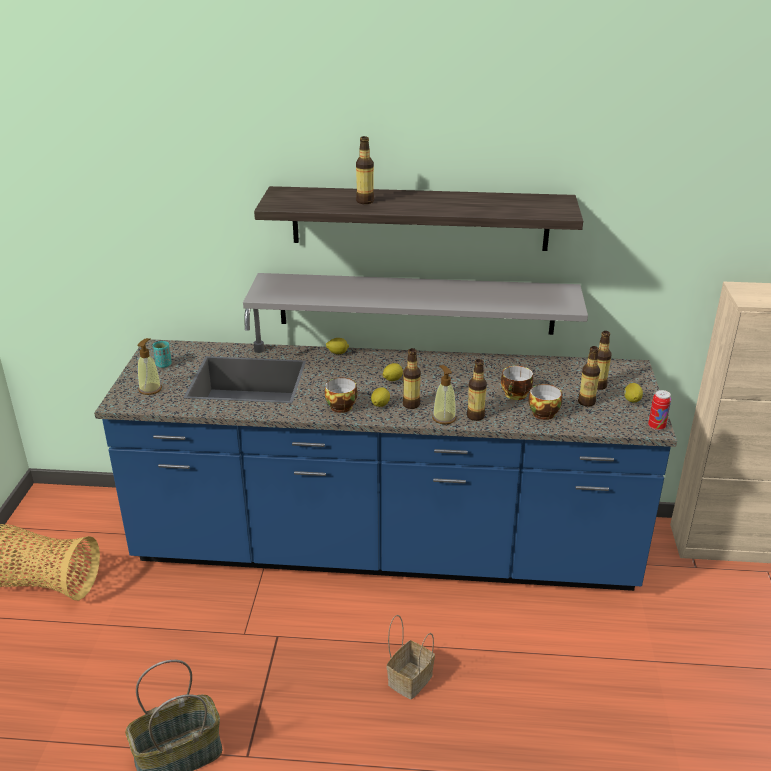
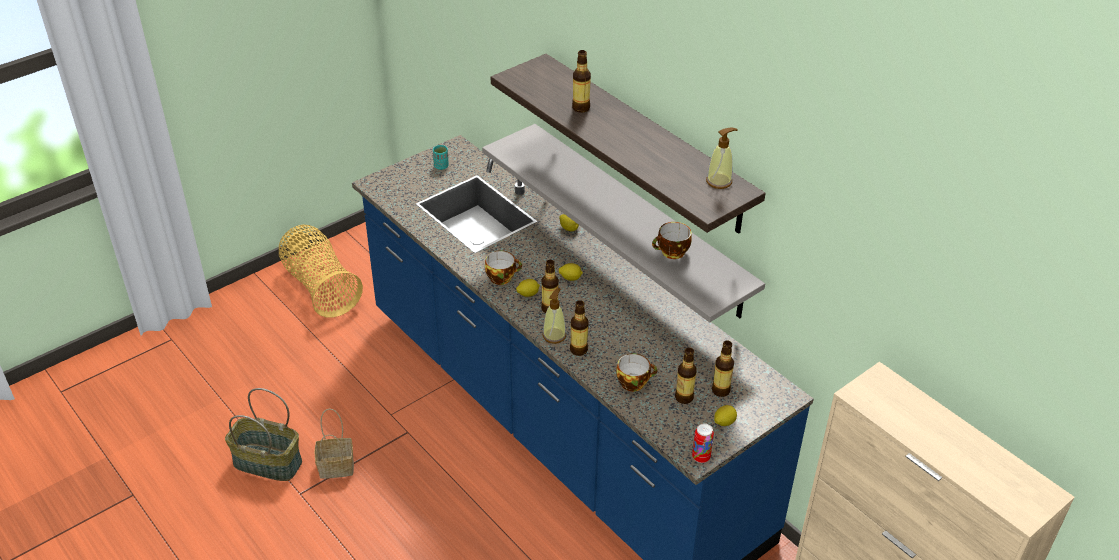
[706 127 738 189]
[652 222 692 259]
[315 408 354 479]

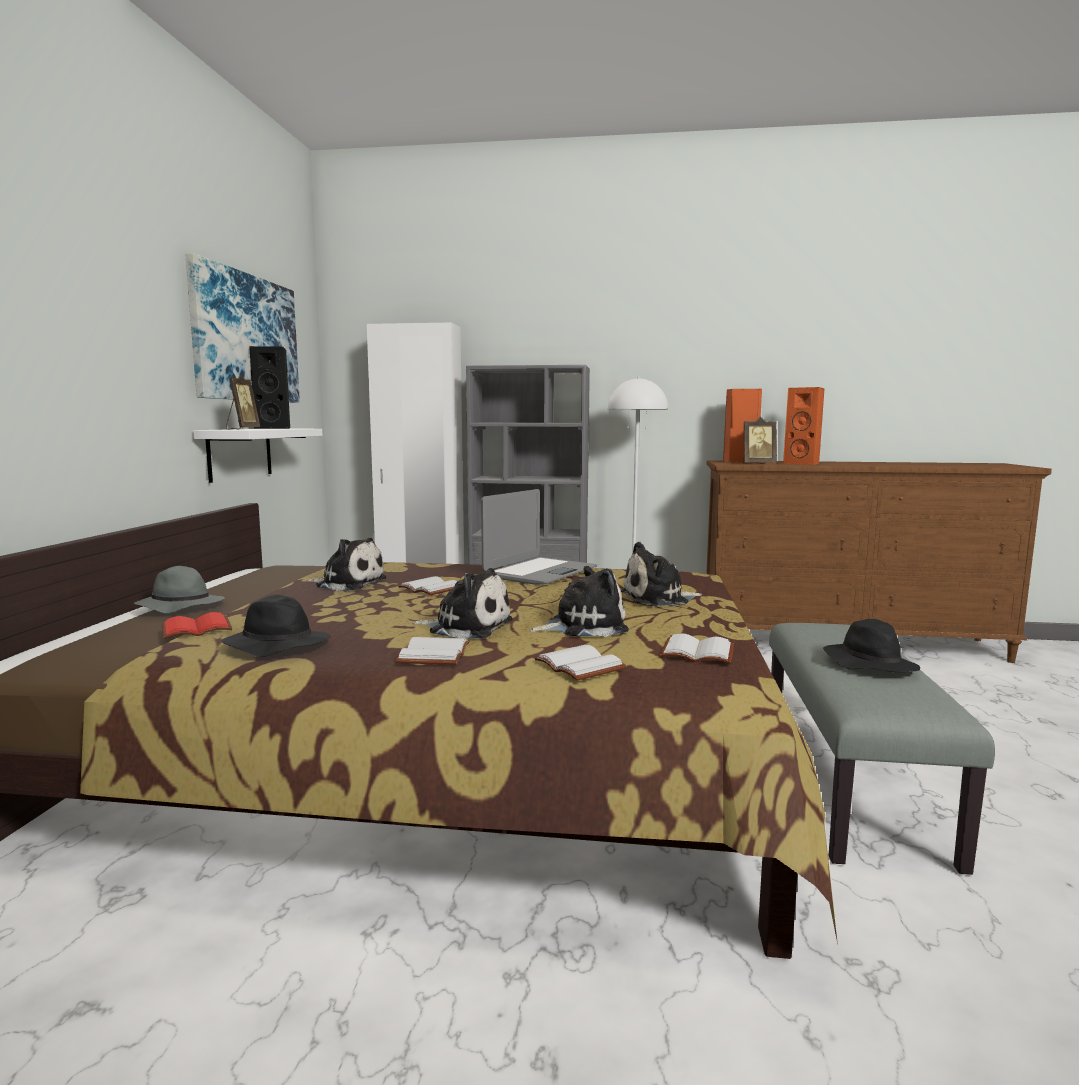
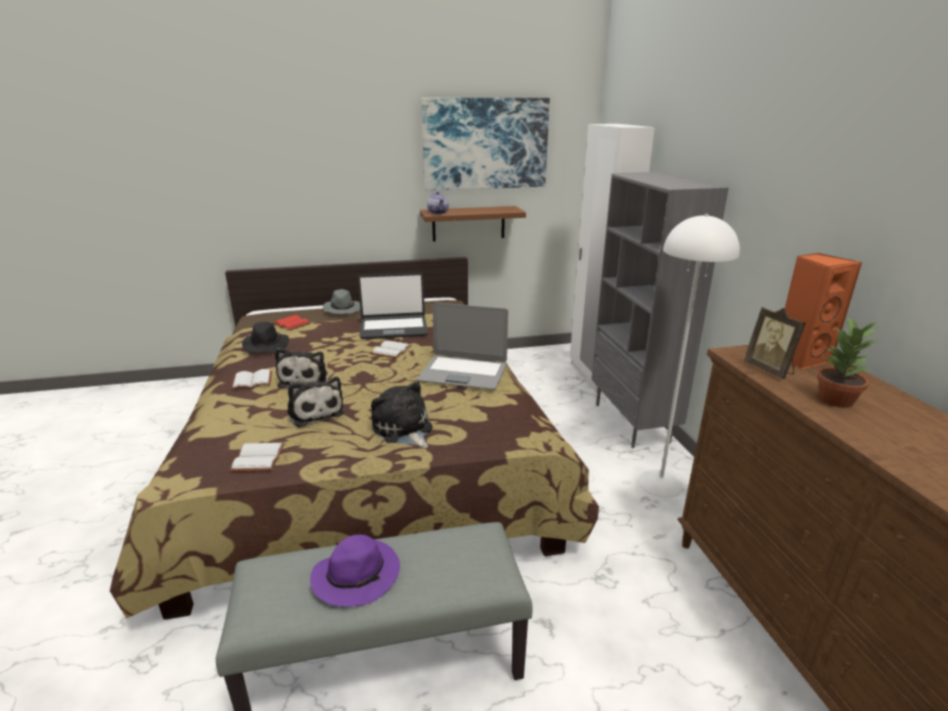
[249 346 290 429] (first image)
[427 191 449 214]
[817 317 879 408]
[420 206 526 241]
[358 273 428 339]
[310 535 400 607]
[535 645 627 681] (first image)

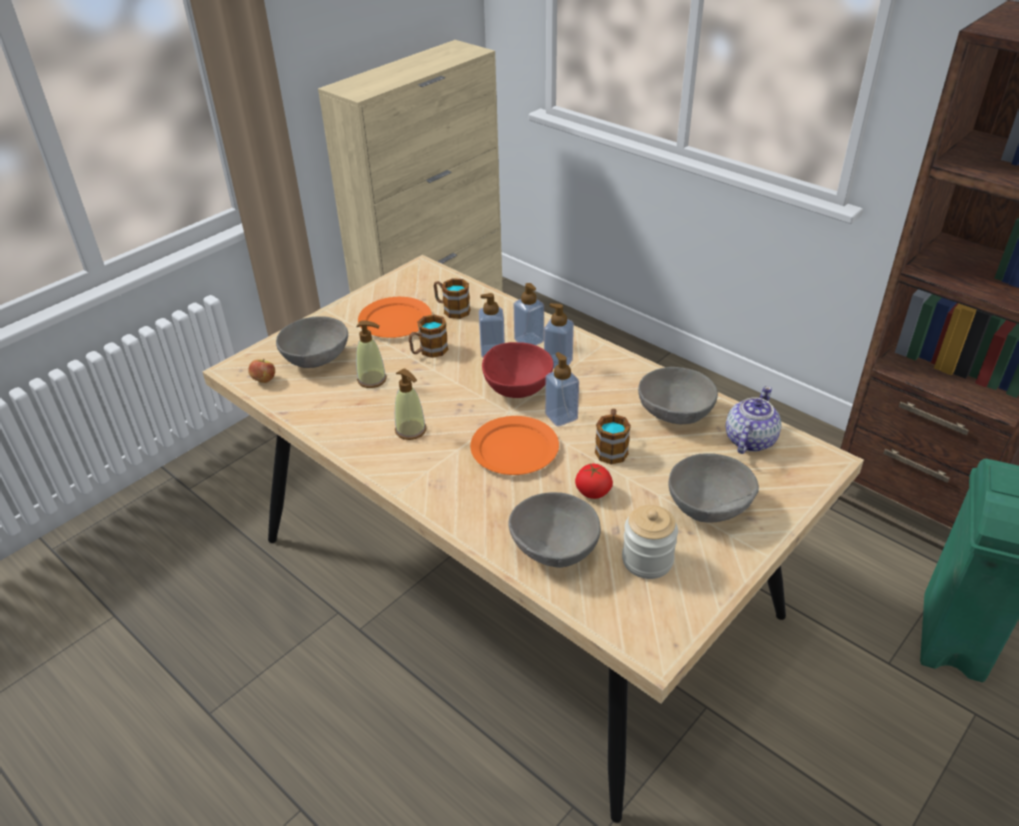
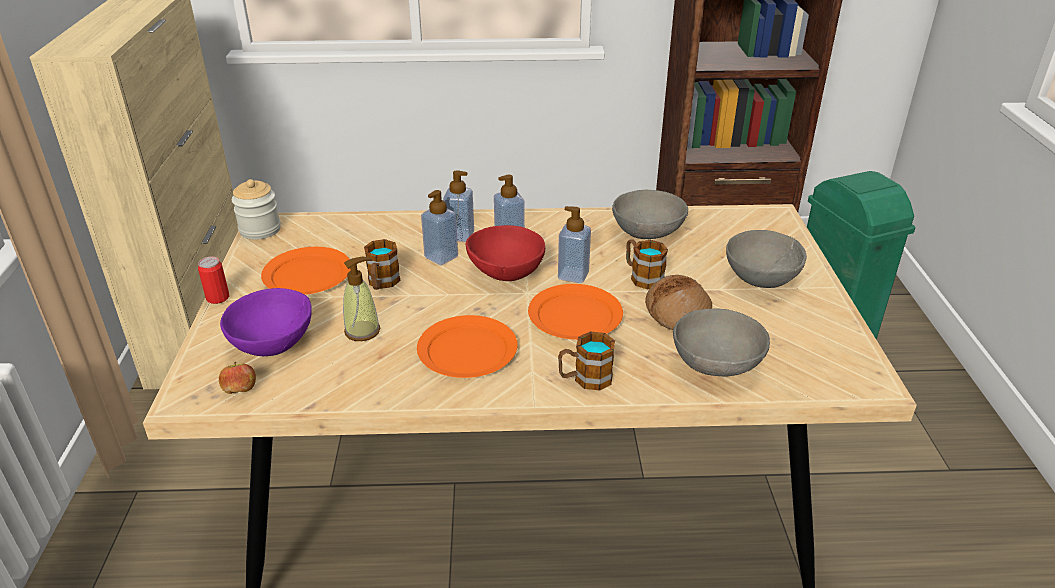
[558 332 615 391]
[220 288 312 356]
[417 315 518 378]
[726 386 782 454] (first image)
[645 275 712 330]
[232 179 281 240]
[198 256 229 304]

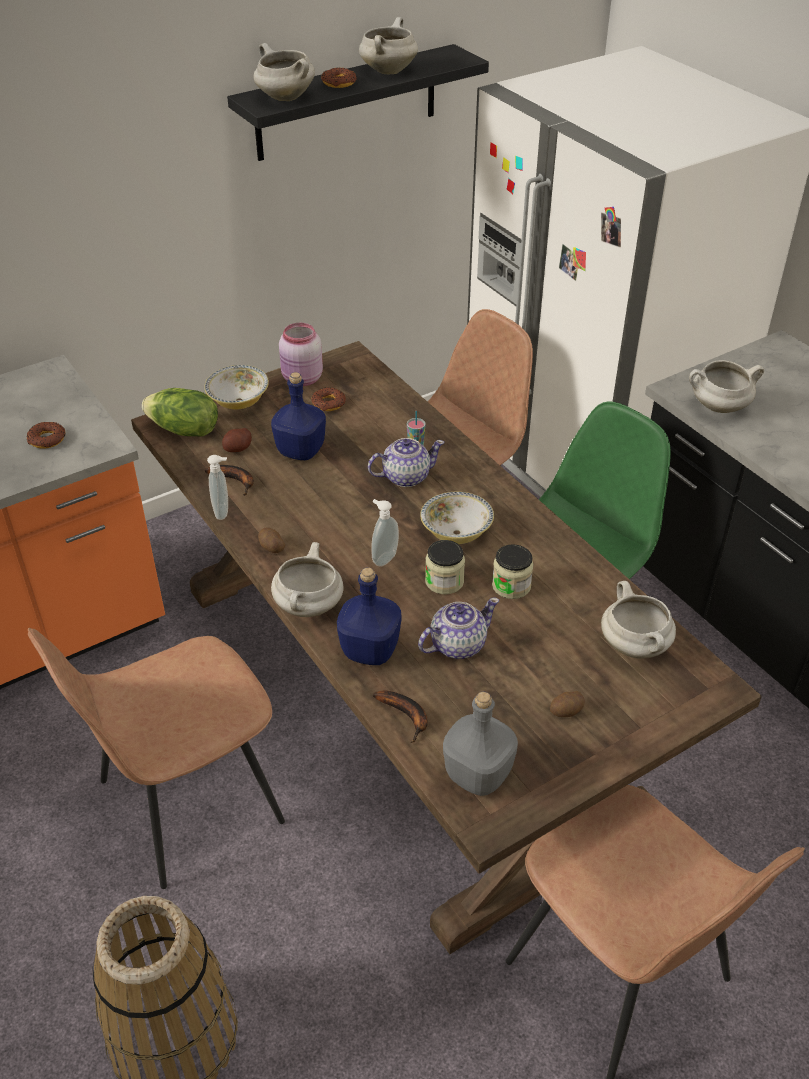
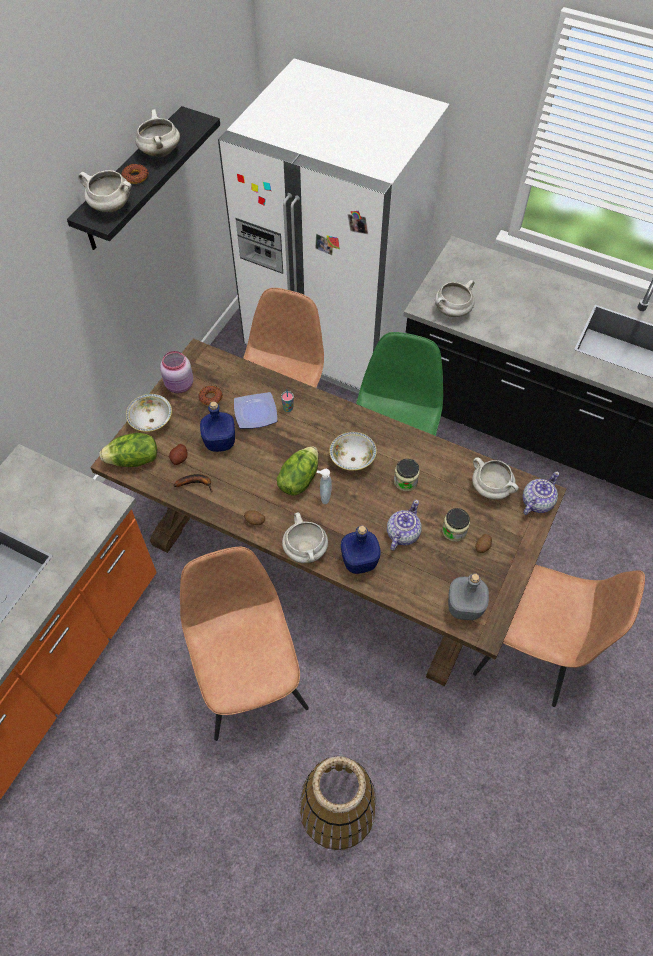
[27 422 66 449] (first image)
[522 471 559 515]
[207 455 228 520] (first image)
[442 508 470 542]
[180 547 309 741]
[373 690 428 743] (first image)
[234 392 277 429]
[277 446 319 495]

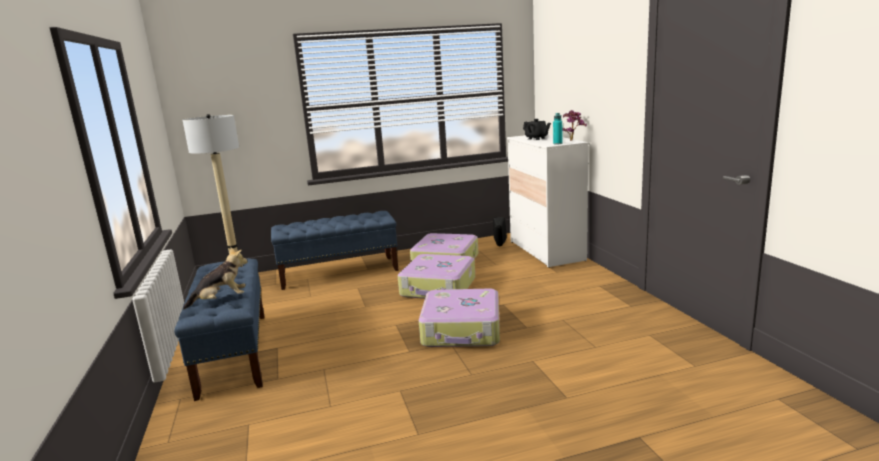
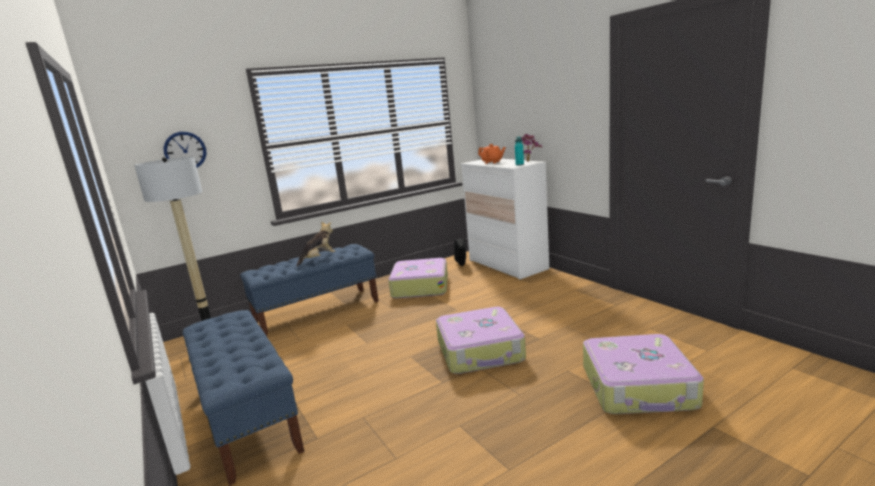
[478 144 506 164]
[297 221 335 266]
[583 334 704 414]
[163 132 207 168]

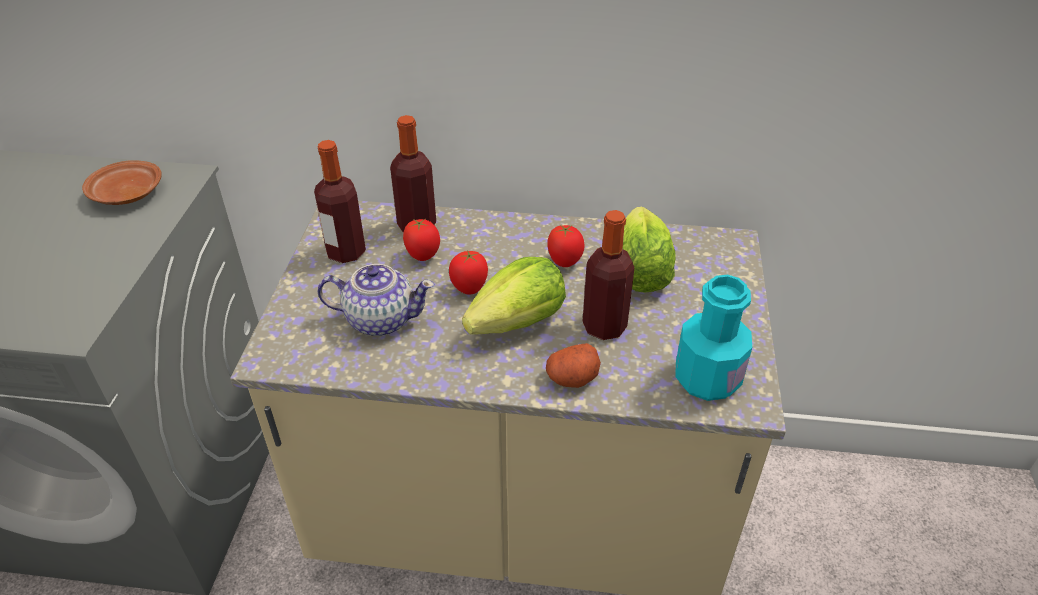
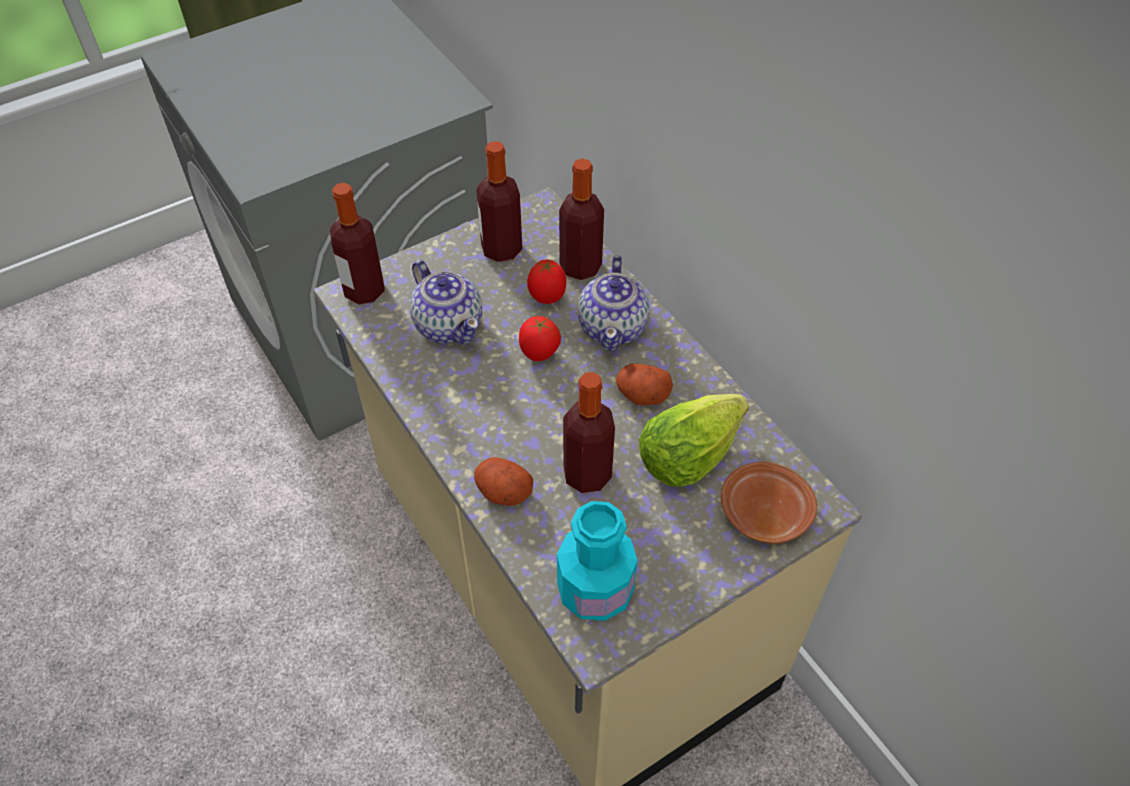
[721 462 817 544]
[616 363 673 405]
[462 257 566 335] (first image)
[330 183 385 304]
[578 255 650 351]

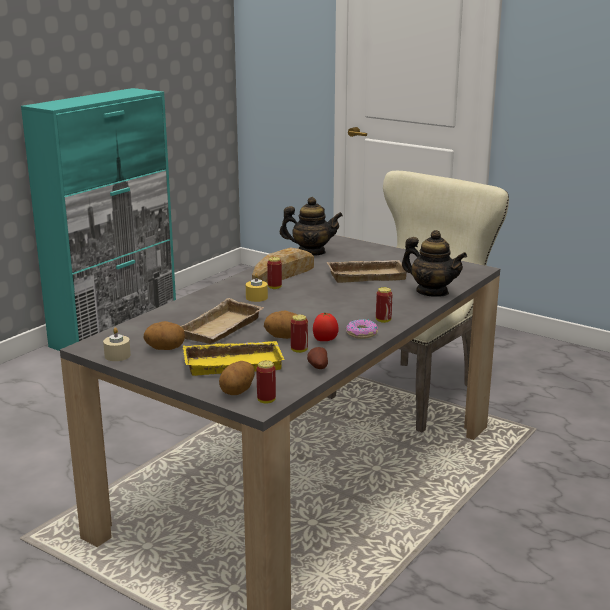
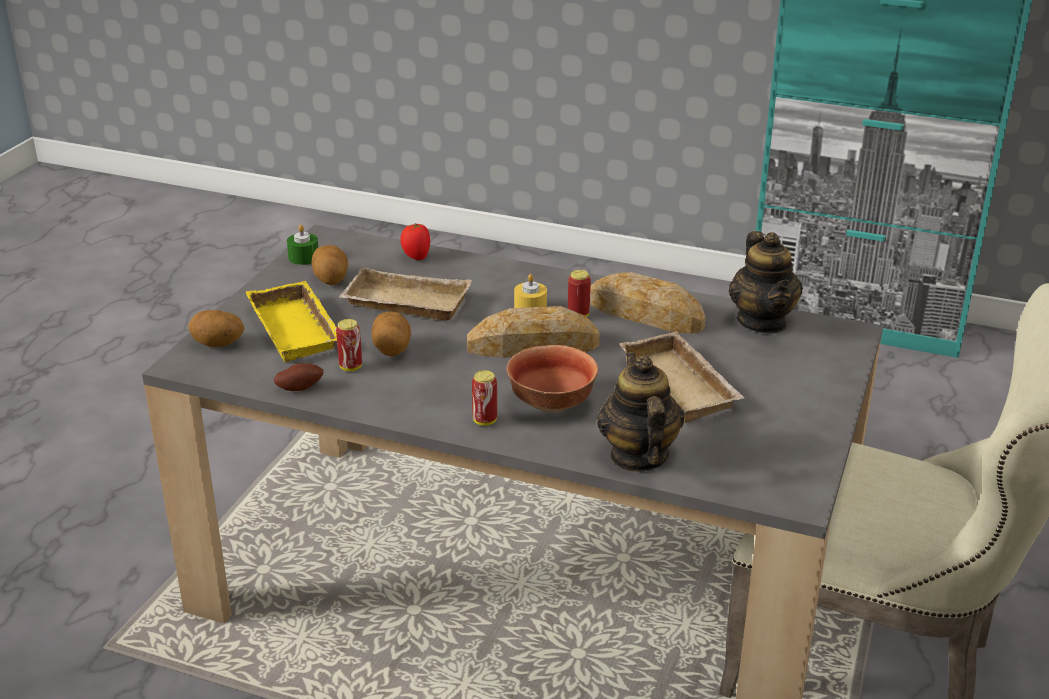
[597 352 685 472]
[400 223 430 260]
[346 319 378 339] (first image)
[287 225 318 265]
[256 361 276 404] (first image)
[467 306 600 358]
[507 345 598 413]

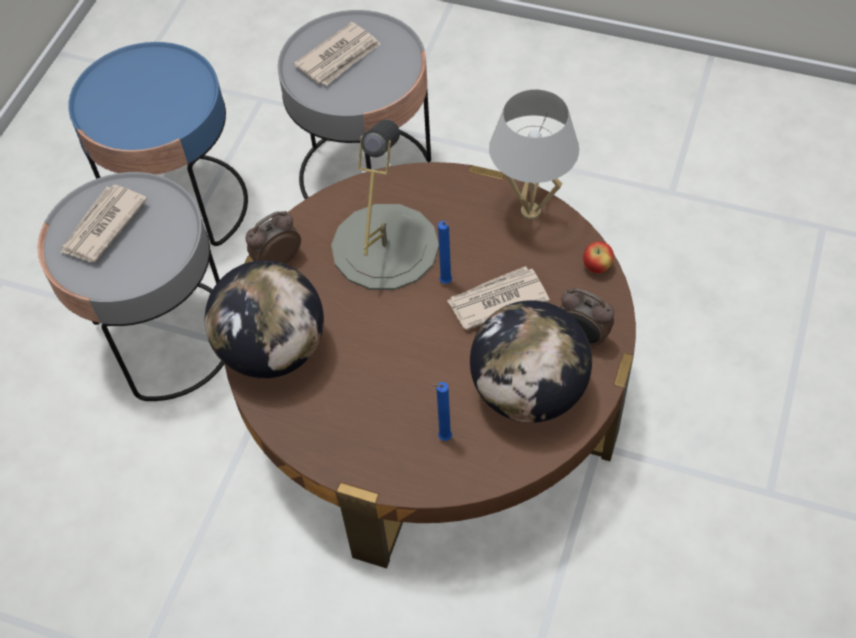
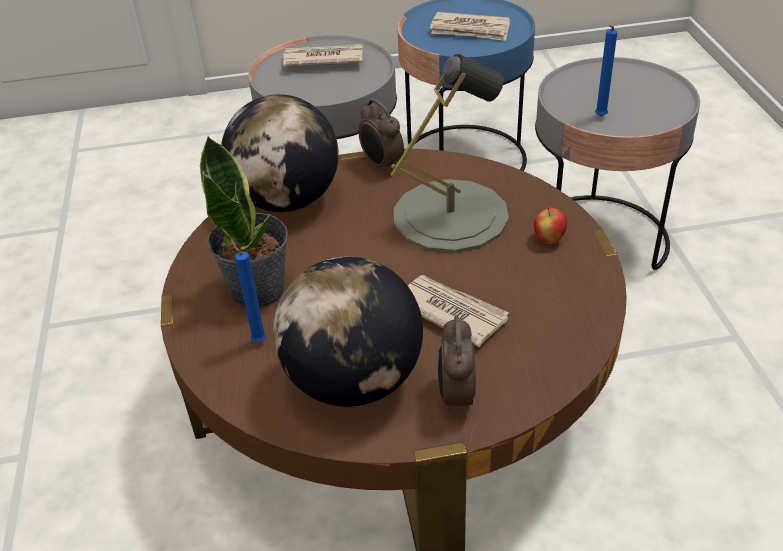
[430 12 510 41]
[489 89 579 219] (first image)
[358 99 404 174]
[595 25 617 116]
[534 207 567 244]
[200 136 288 308]

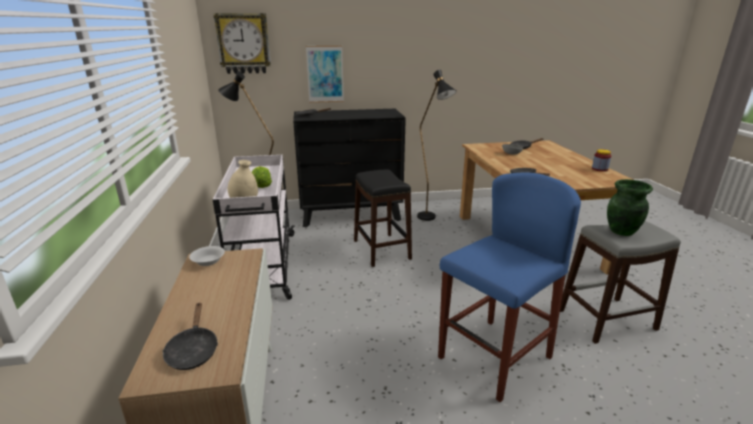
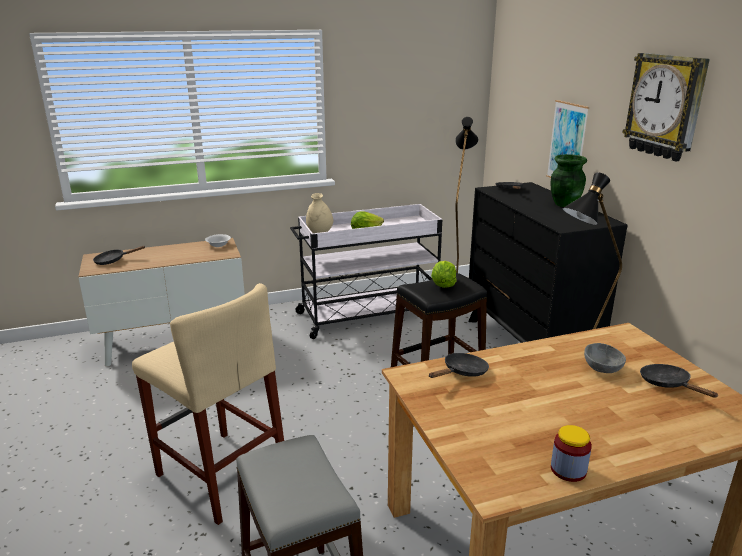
[622 53 710 161]
[132 283 284 525]
[551 154 587 207]
[431 261 457 288]

